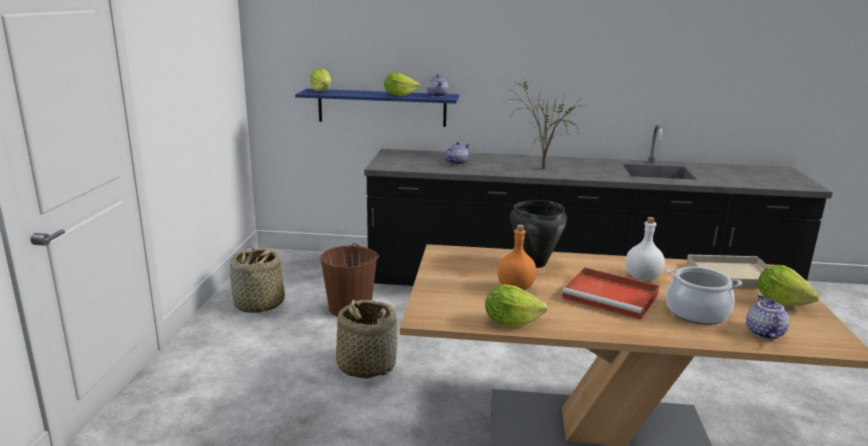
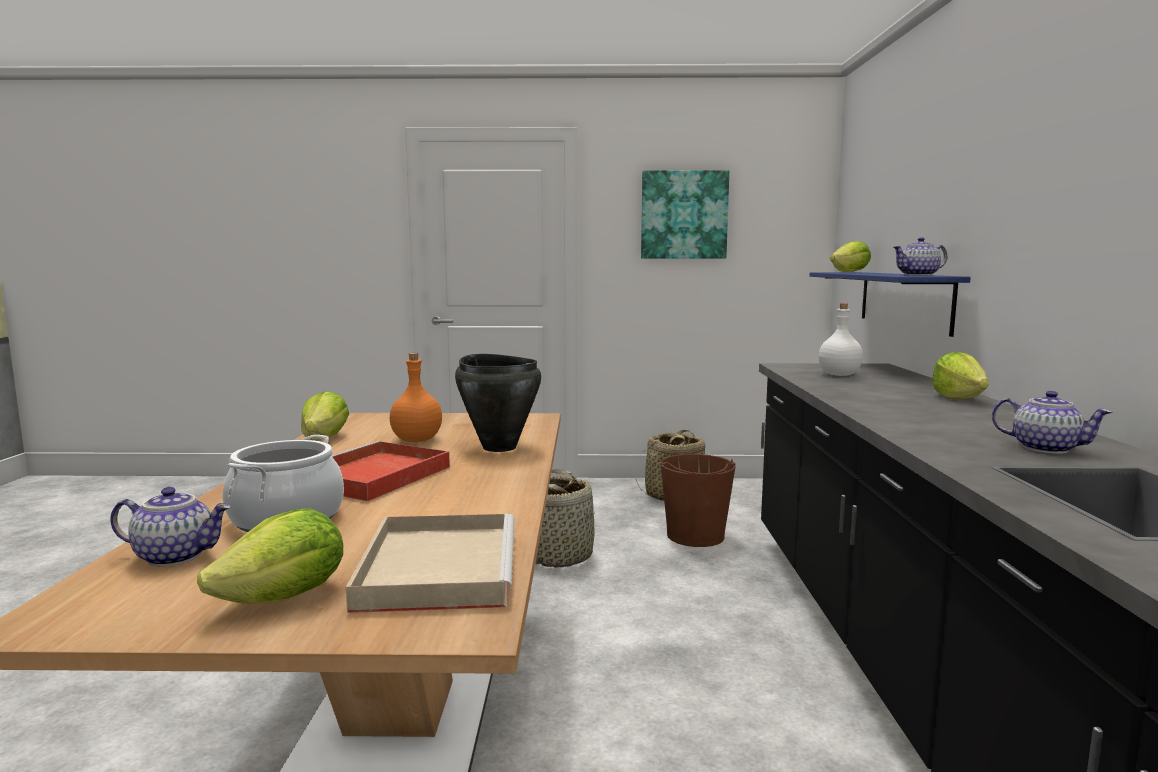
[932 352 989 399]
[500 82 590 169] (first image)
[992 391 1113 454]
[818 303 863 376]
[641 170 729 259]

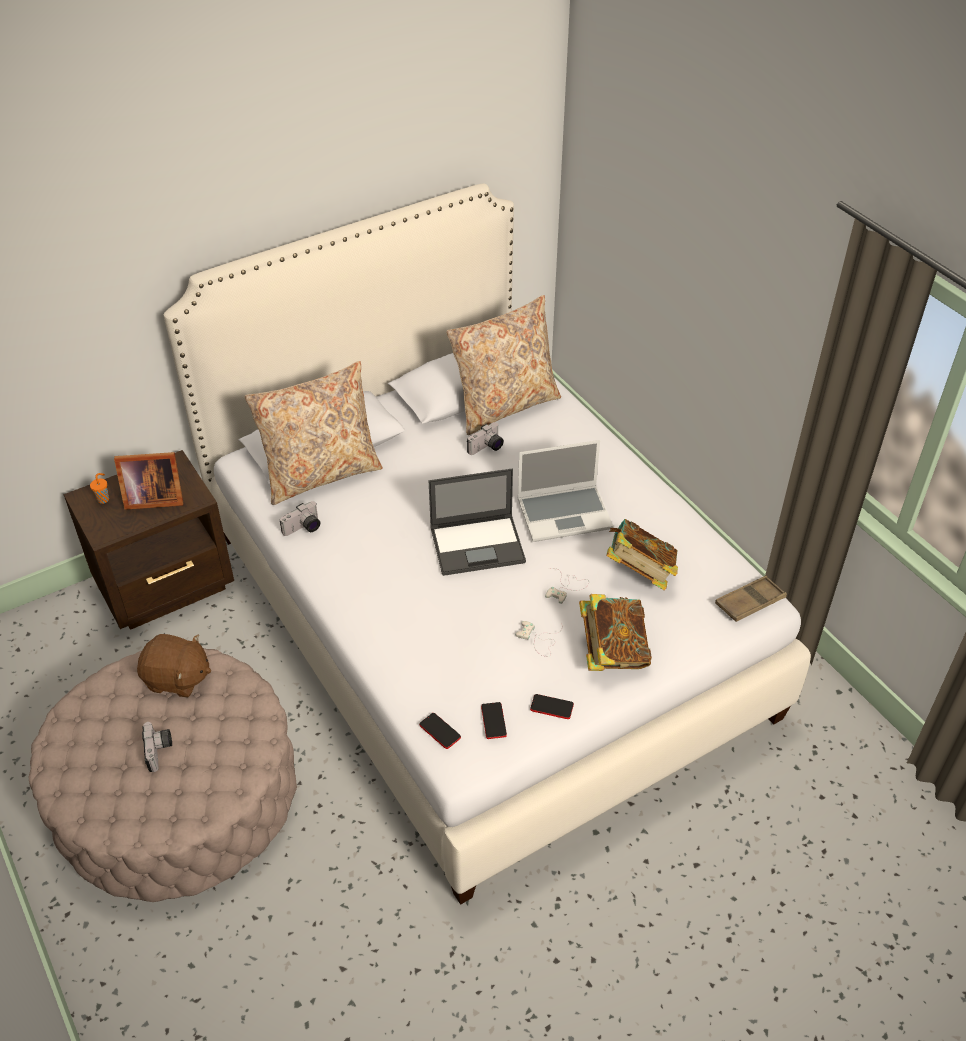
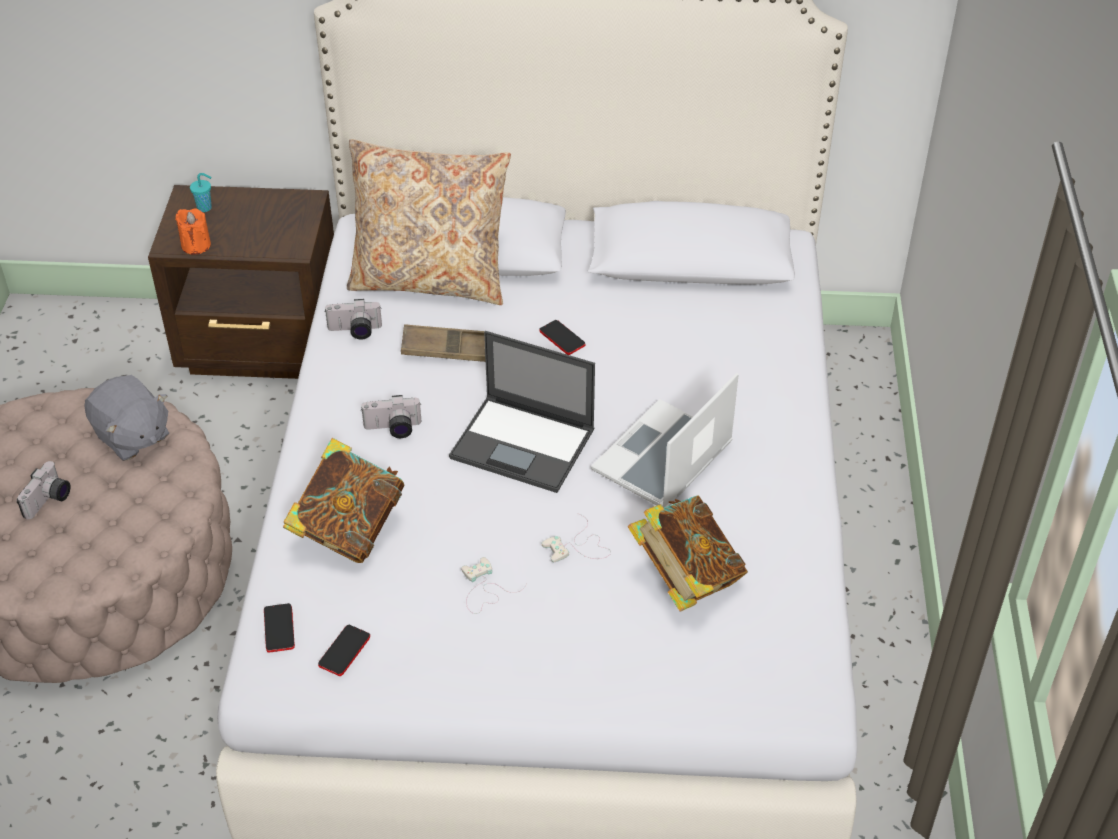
[446 295 561 435] (first image)
[361 395 421 438]
[591 373 739 508]
[114 452 183 510] (first image)
[190 173 212 212]
[401 324 486 362]
[283 438 405 563]
[84 375 169 461]
[539 320 585 355]
[175 208 211 255]

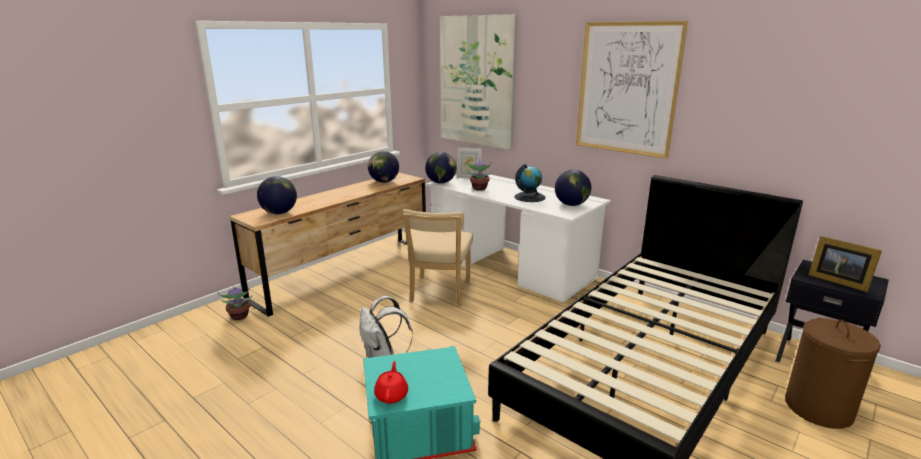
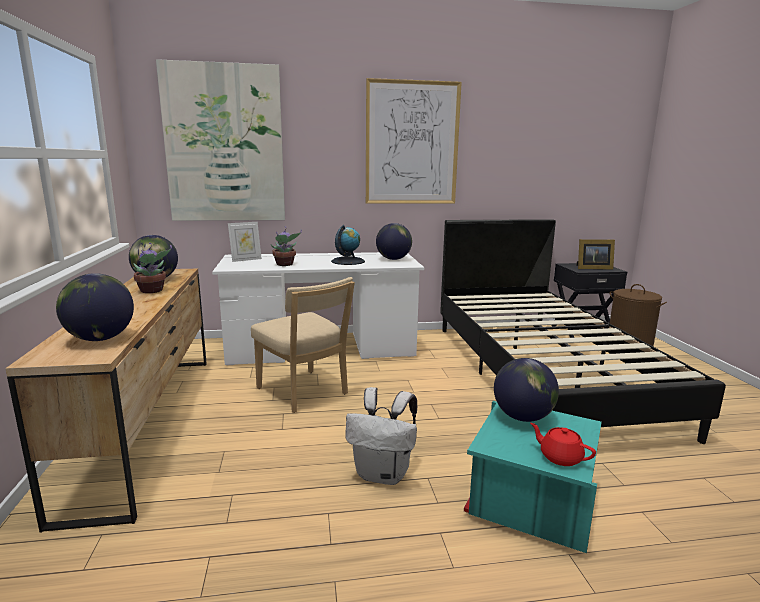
[494 358 559 422]
[133 243 172 293]

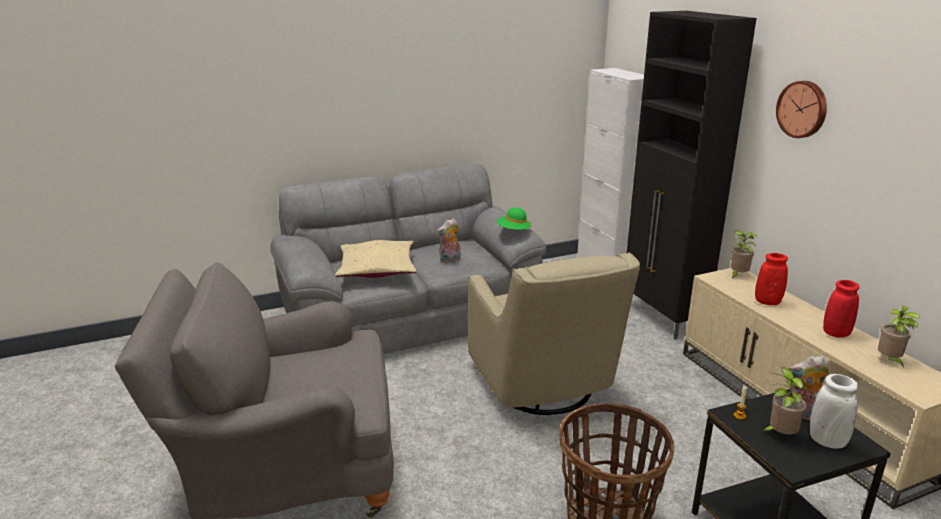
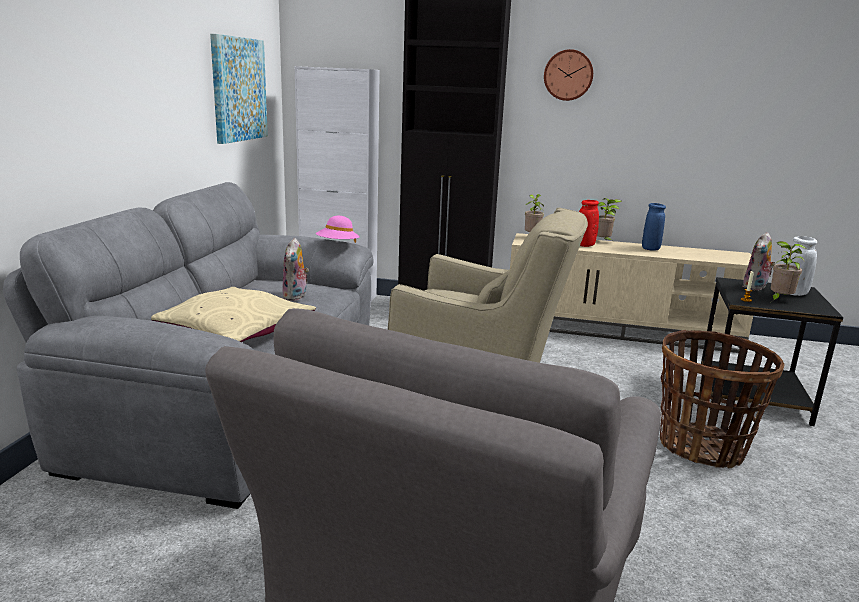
[316 216 360 243]
[642 203 666 251]
[597 198 622 240]
[210 34 268 144]

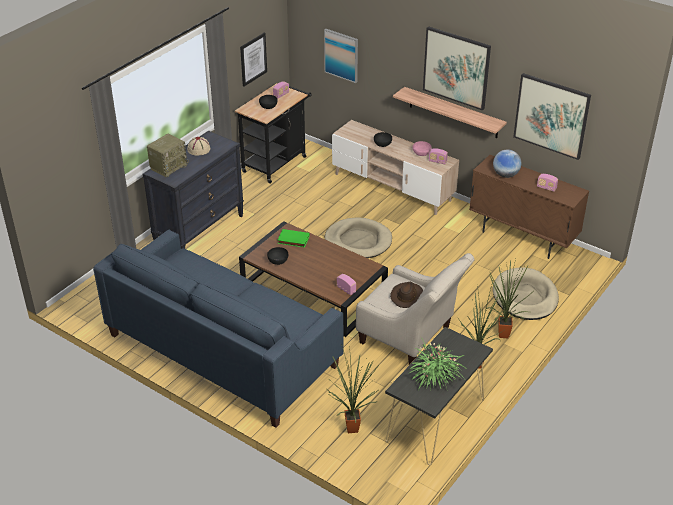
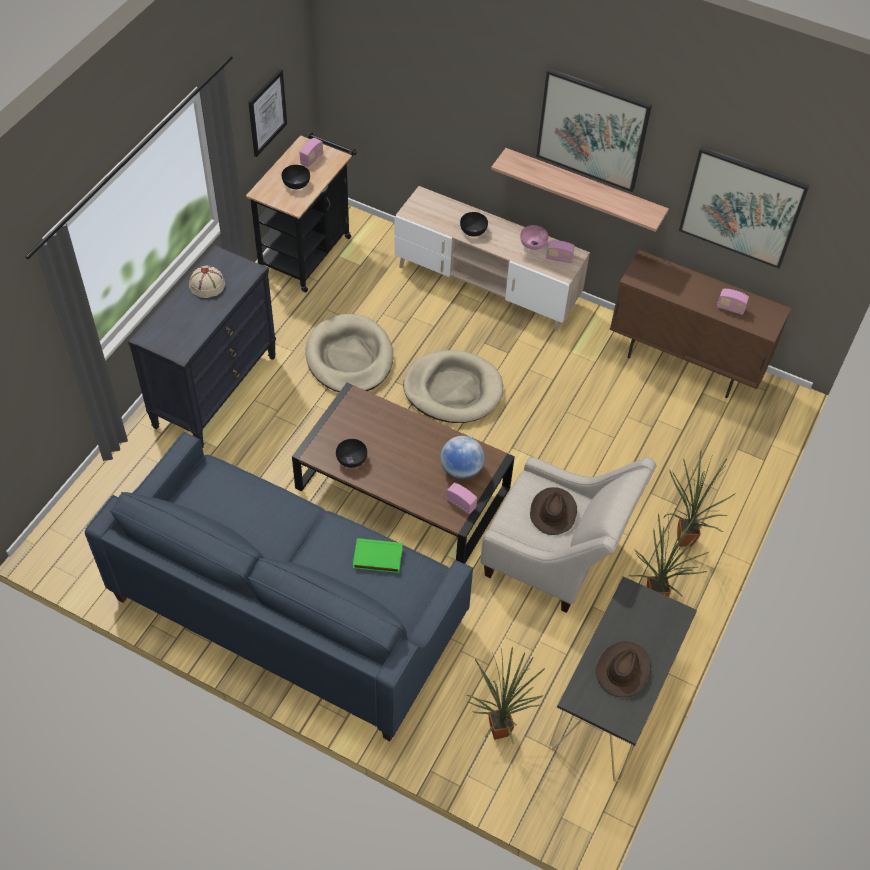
[324 29 358 83] (first image)
[147 134 189 177] (first image)
[440 436 485 480]
[353 538 403 573]
[305 313 393 392]
[596 641 651 697]

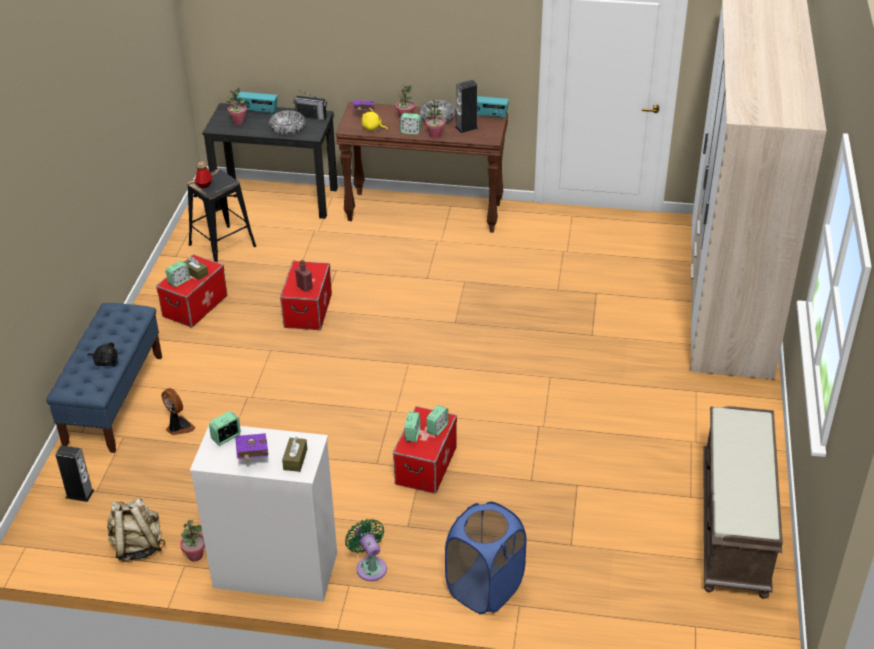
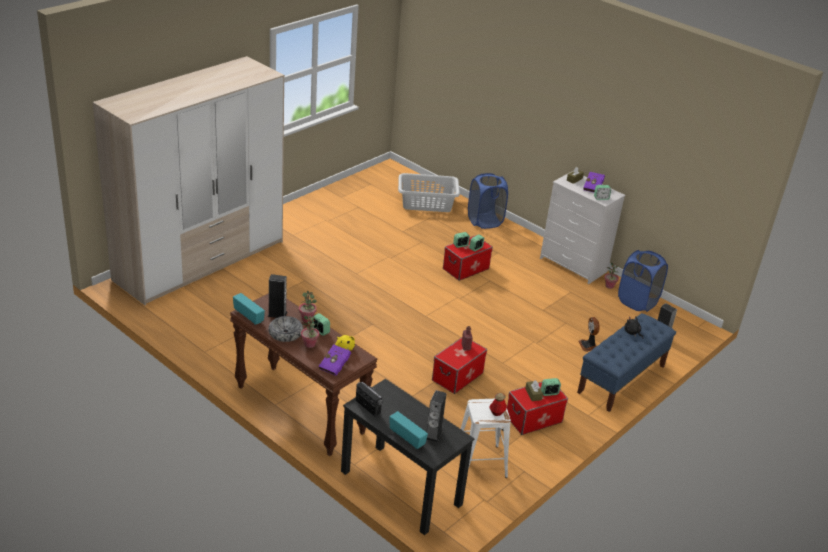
[427 390 446 443]
[269 110 306 135] (first image)
[461 399 511 478]
[703 406 783 599] (first image)
[618 250 668 312]
[345 519 387 581] (first image)
[398 173 460 212]

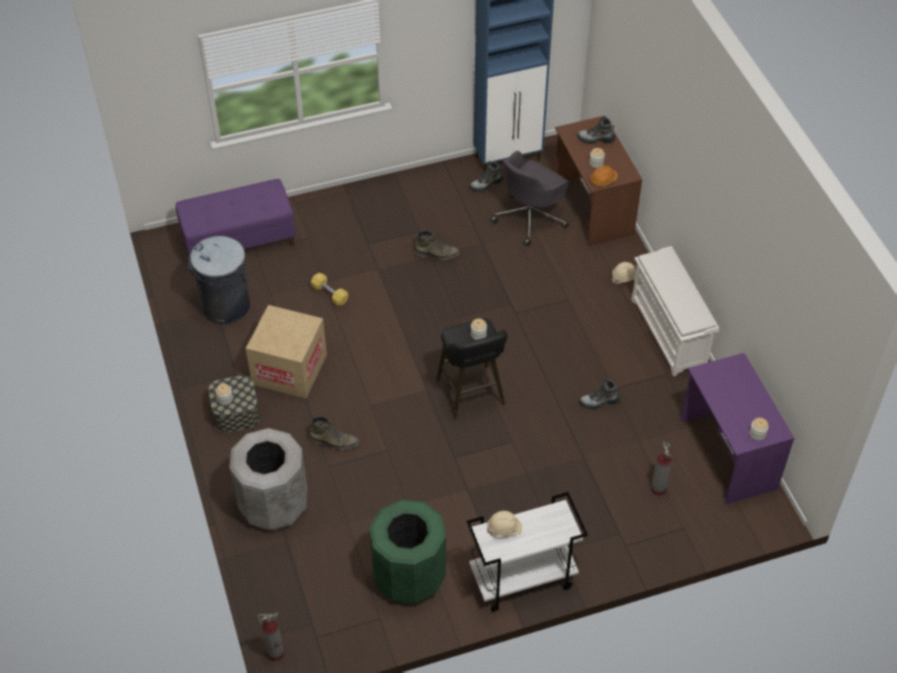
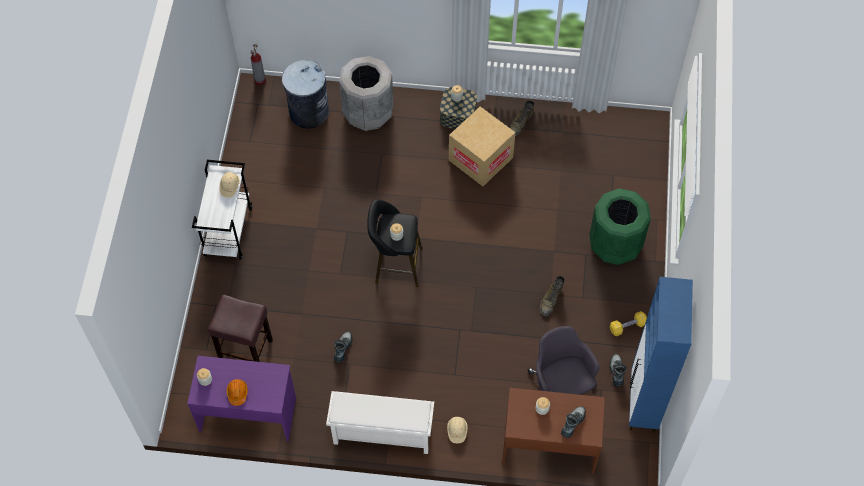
[227 379 248 406]
[176 179 296 255] (first image)
[282 60 329 129]
[610 311 647 336]
[510 100 534 136]
[208 295 273 362]
[589 189 651 265]

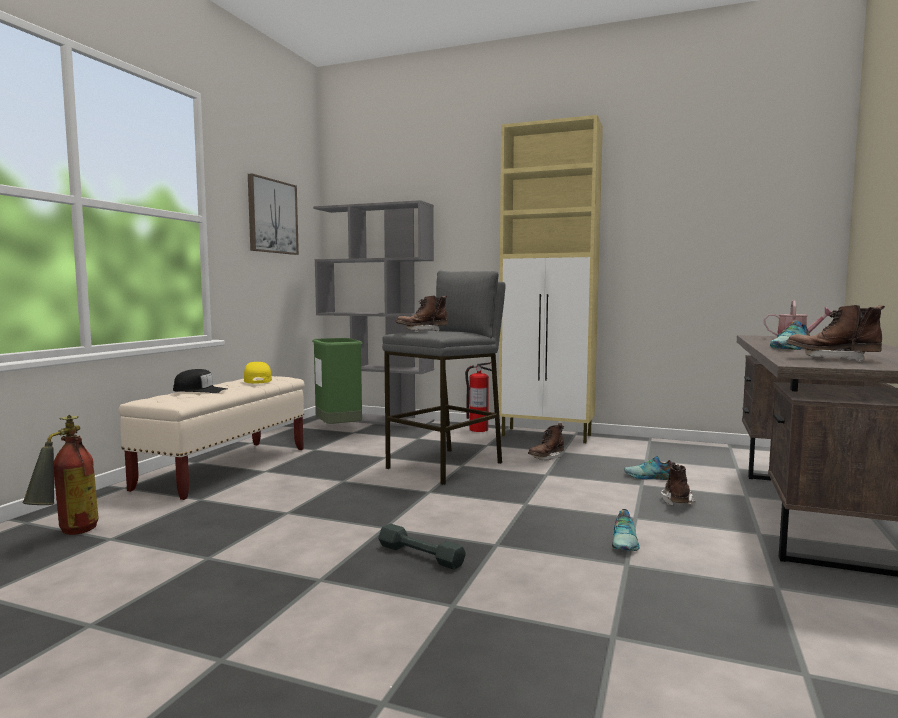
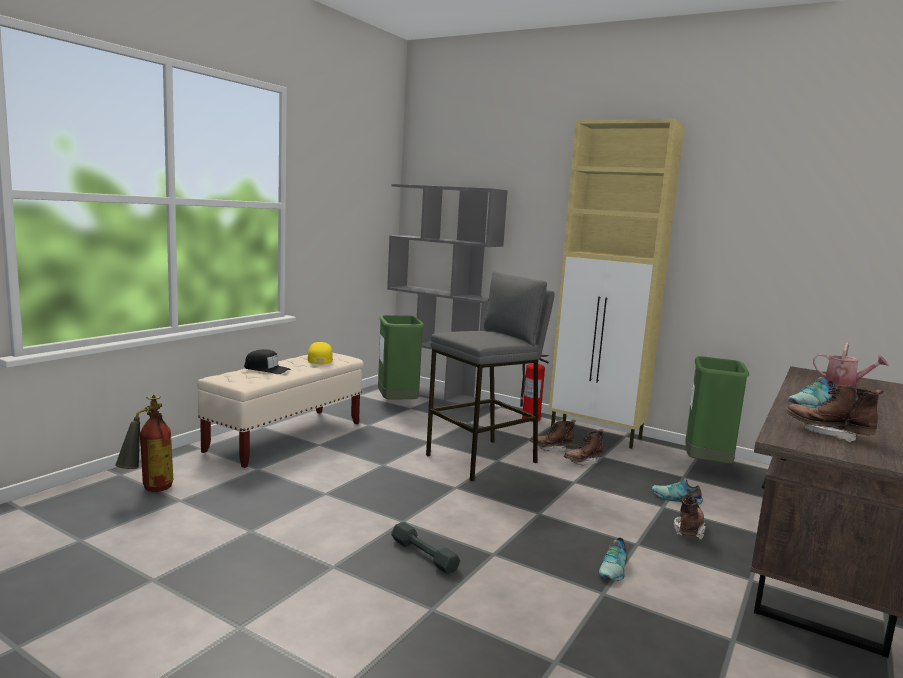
[248 173 299 255] (first image)
[530 420 575 452]
[685 356 749 464]

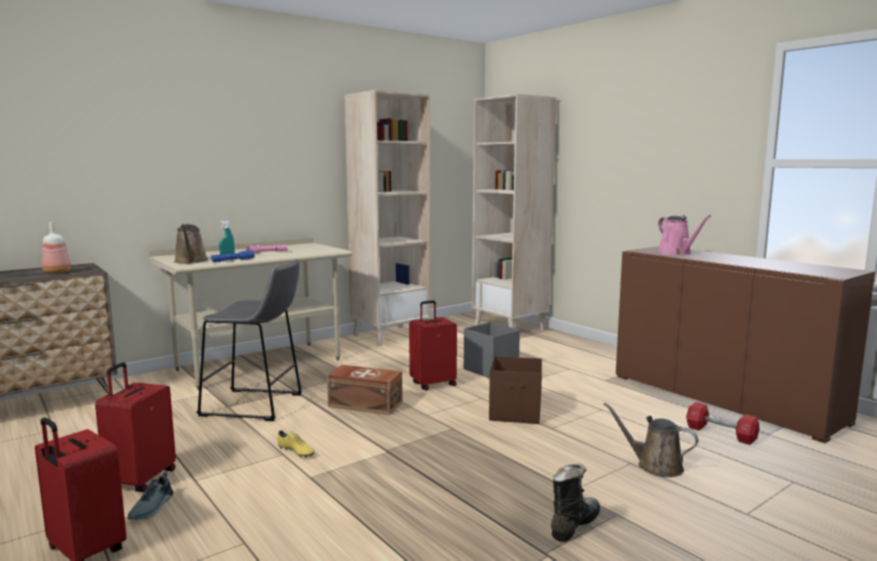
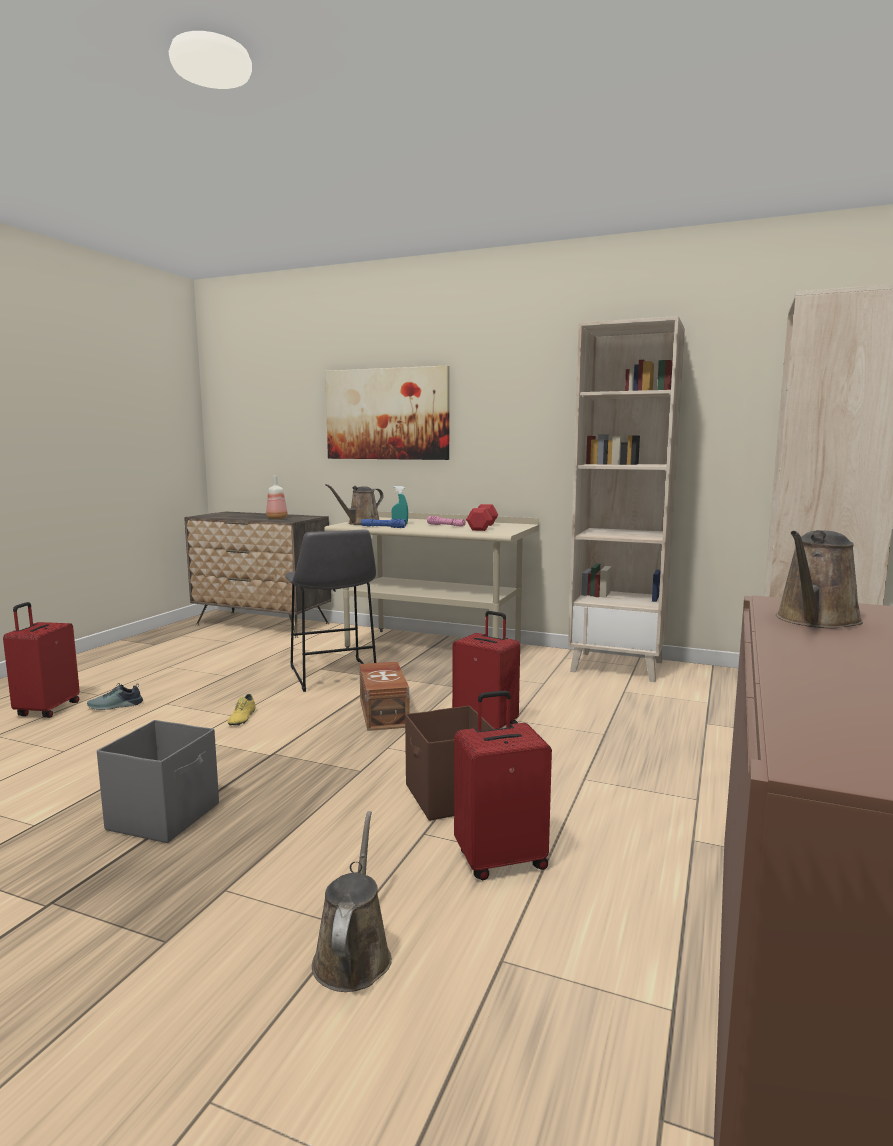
[776 530 863 628]
[97 720 219 843]
[454 690 552 880]
[466 504 498 531]
[551 463 600 542] (first image)
[325 366 449 460]

